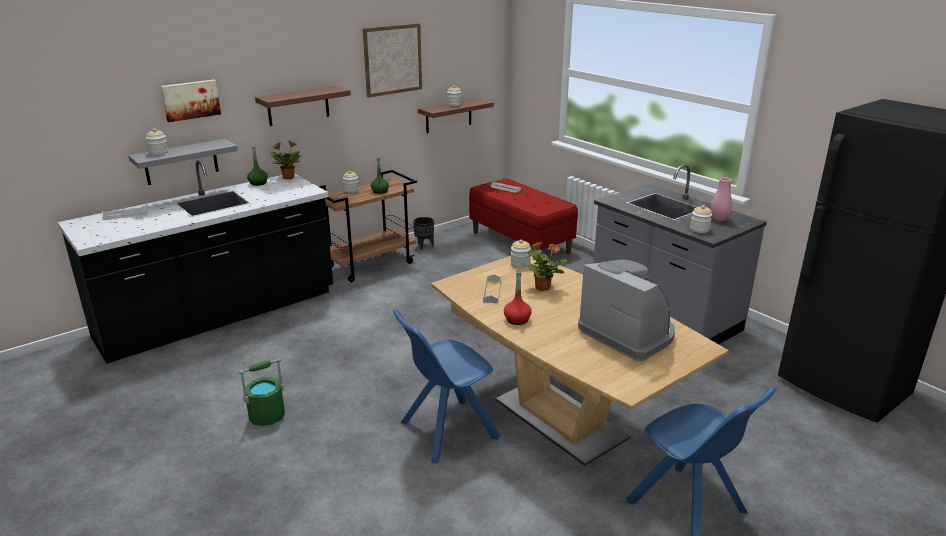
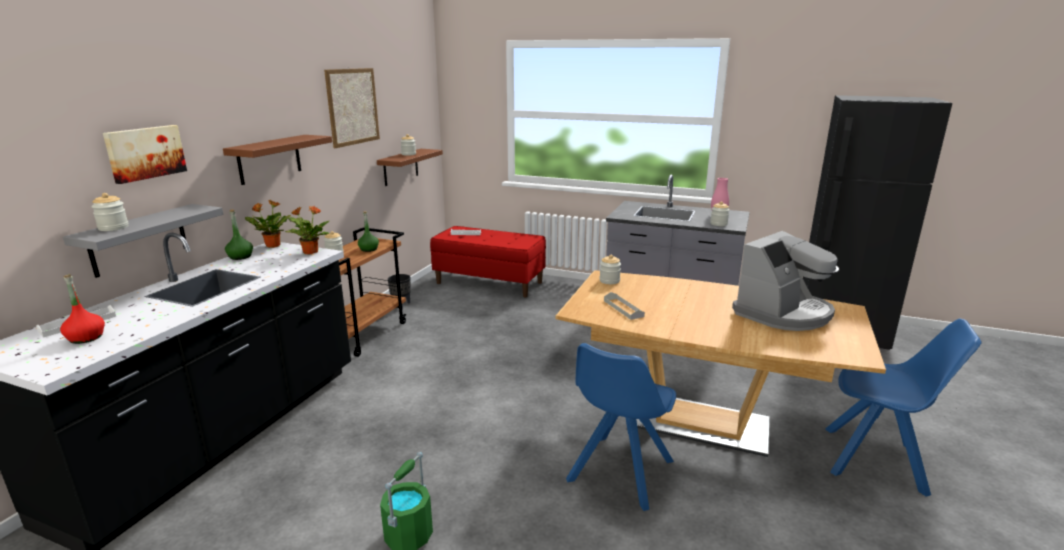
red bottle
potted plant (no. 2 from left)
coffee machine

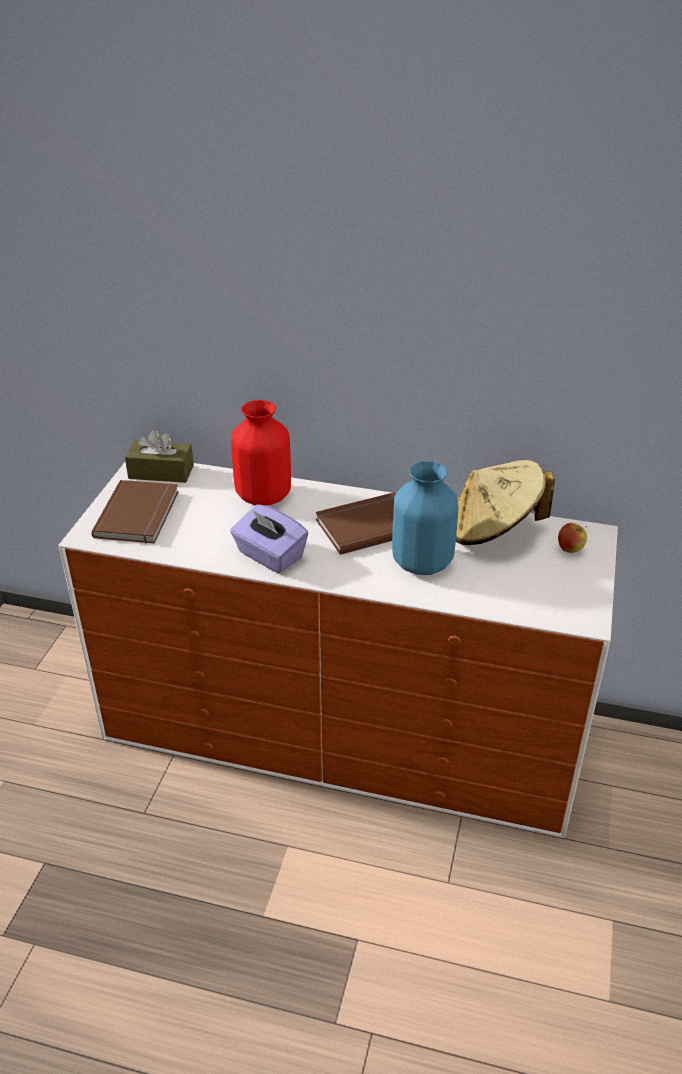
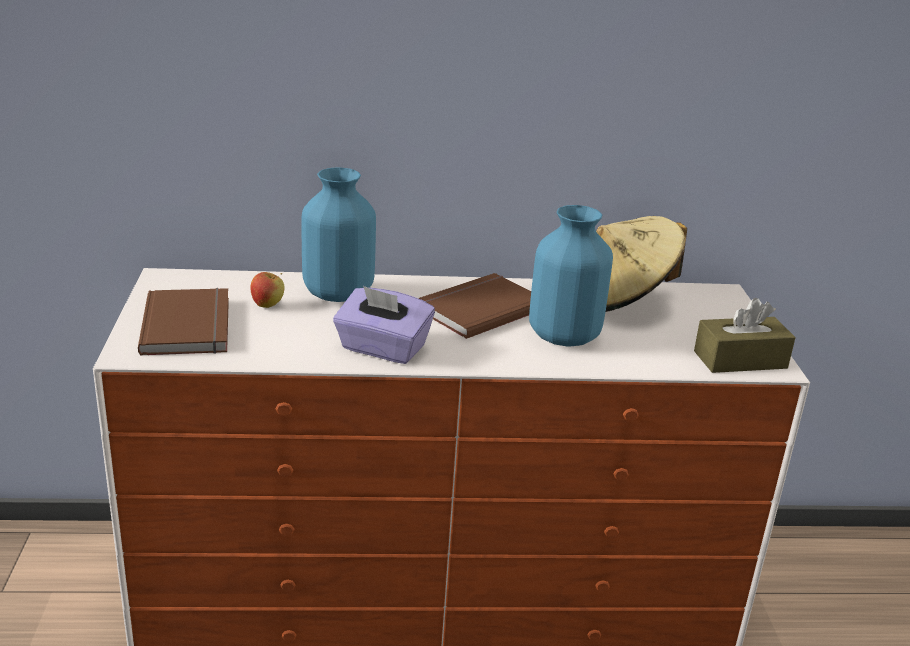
apple
blue vase (no. 1 from left)
brown tissue box

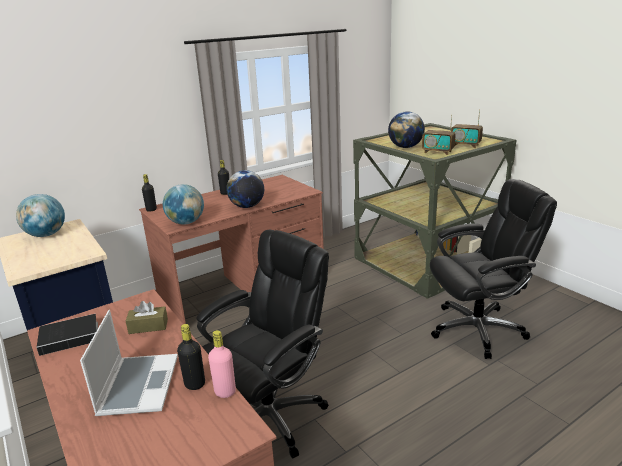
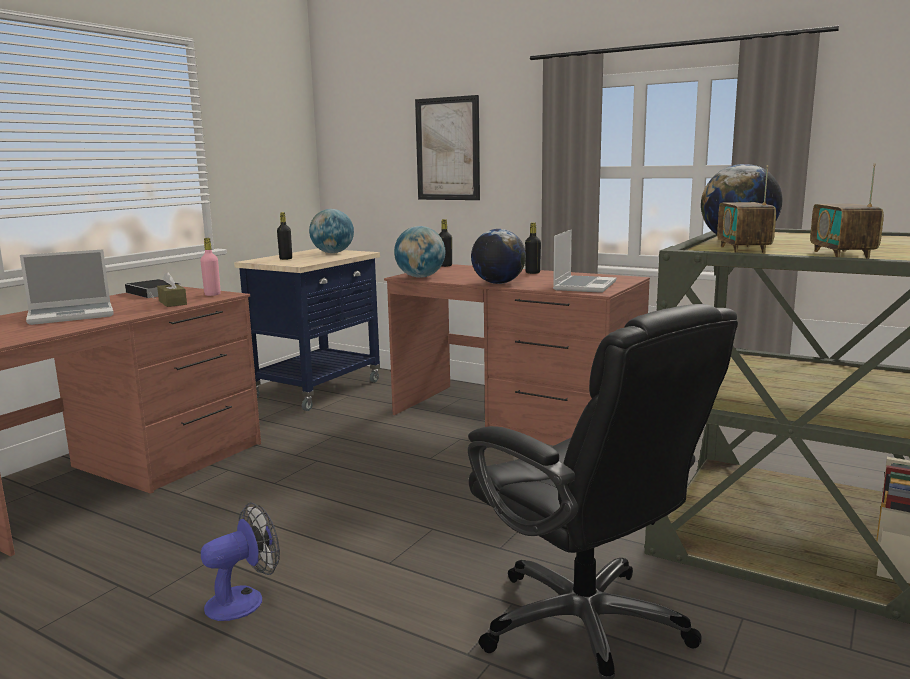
pink bottle
fan
black bottle (no. 1 from left)
picture
laptop (no. 2 from left)
black office chair (no. 1 from left in the first image)

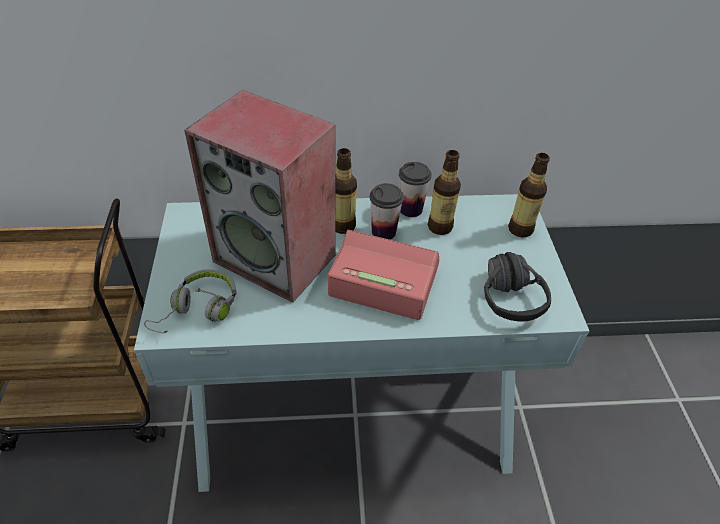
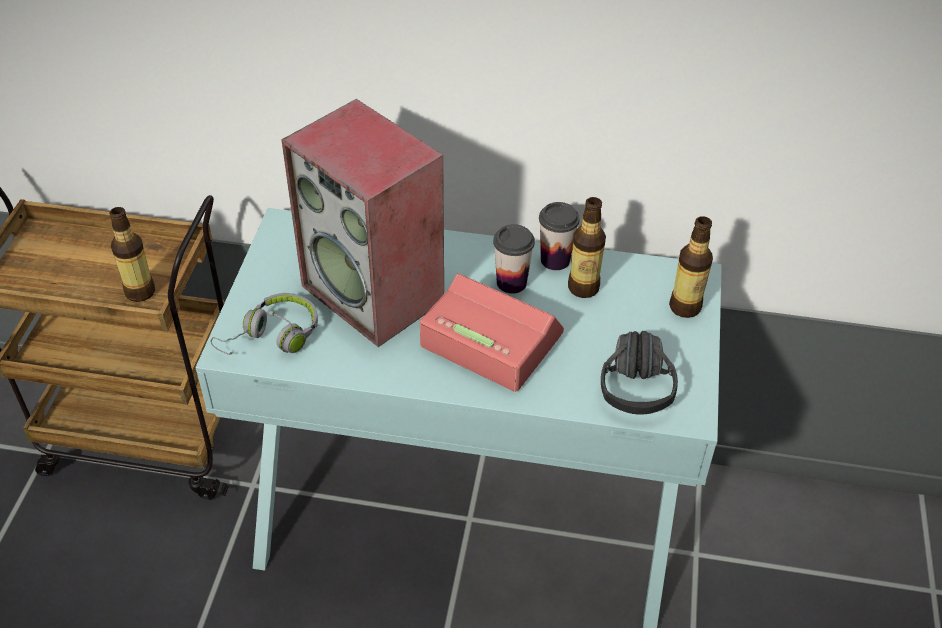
bottle (no. 1 from left)

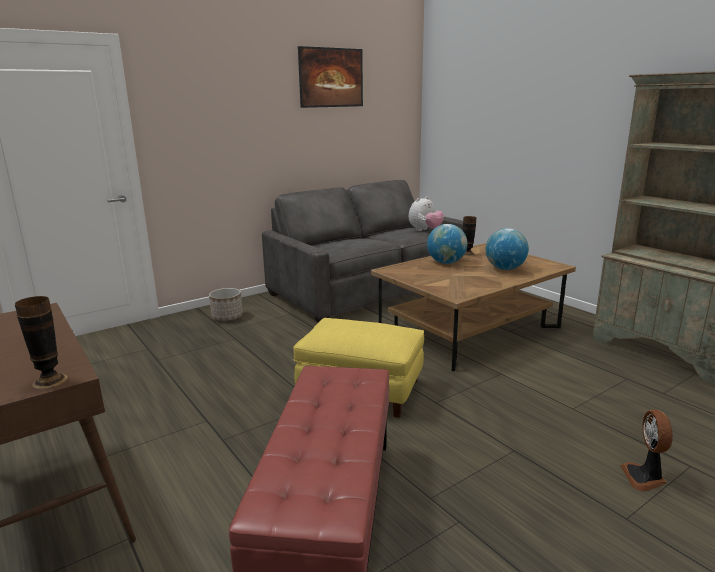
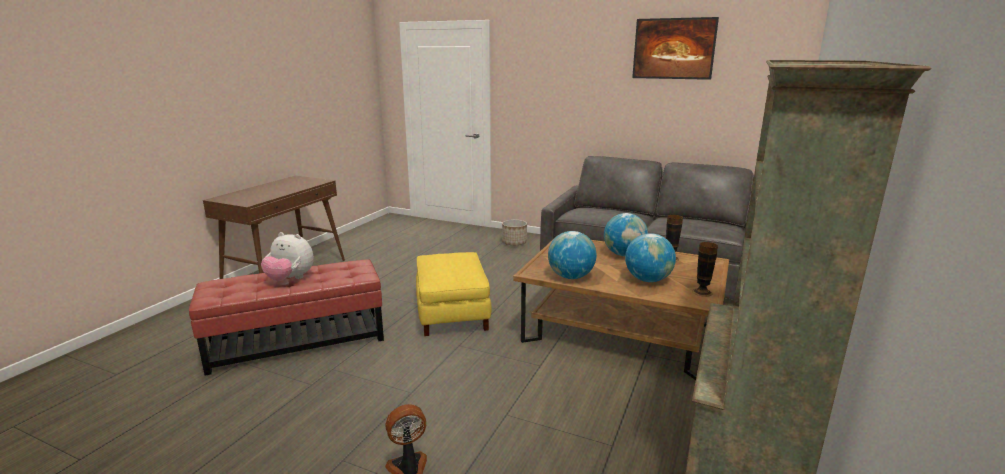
plush toy
globe (no. 1 from left)
vase (no. 2 from left)

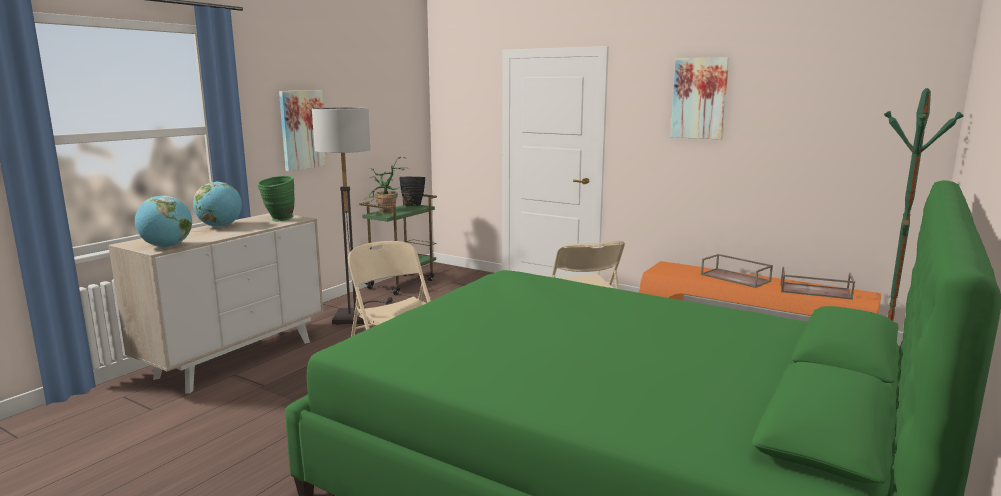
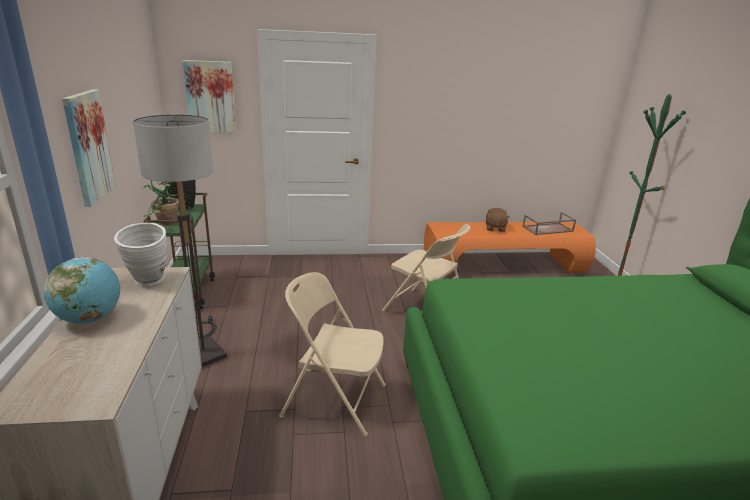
white vase
picture (no. 2 from left)
brown plush toy
globe (no. 1 from left in the first image)

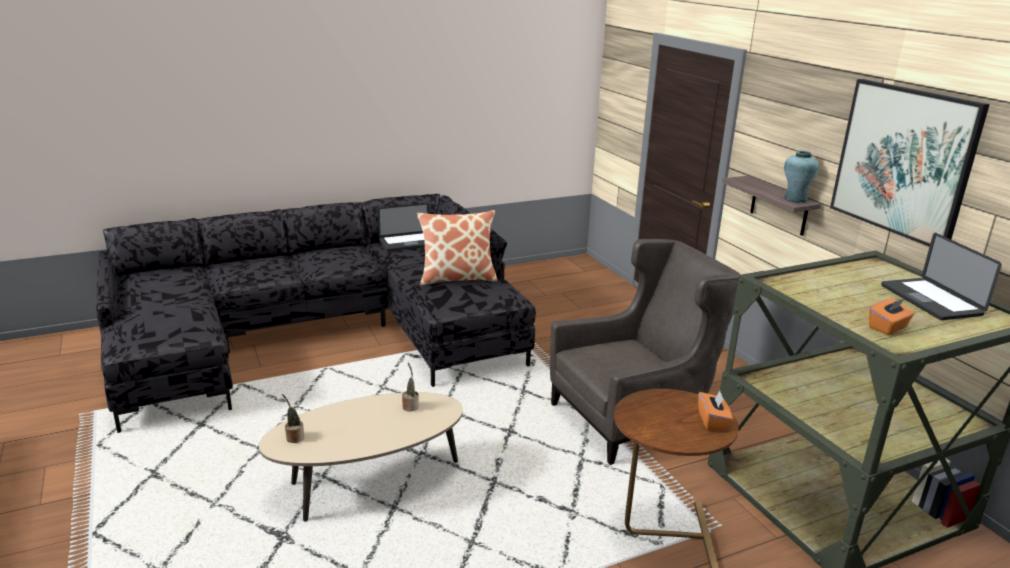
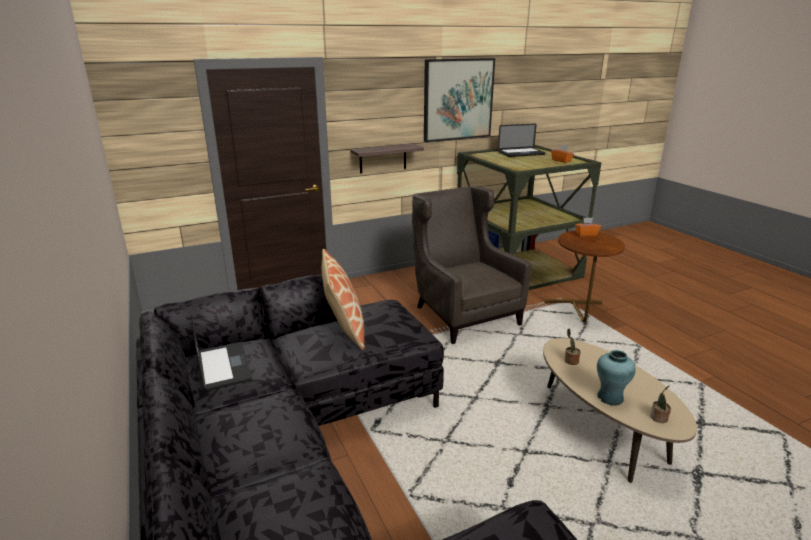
turquoise vase

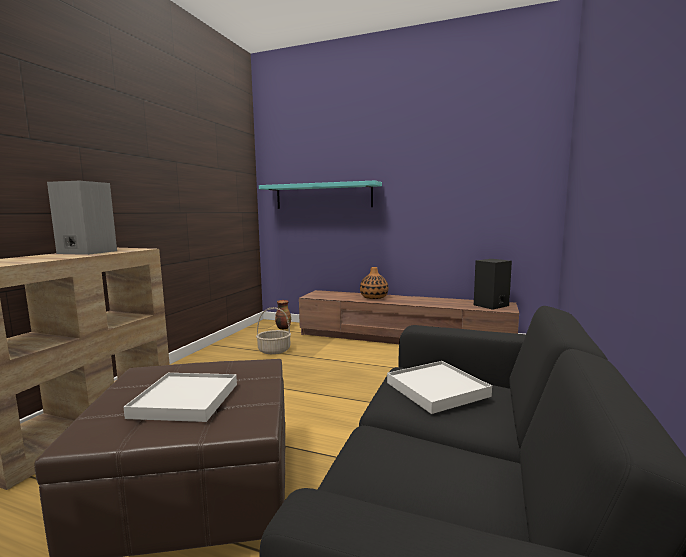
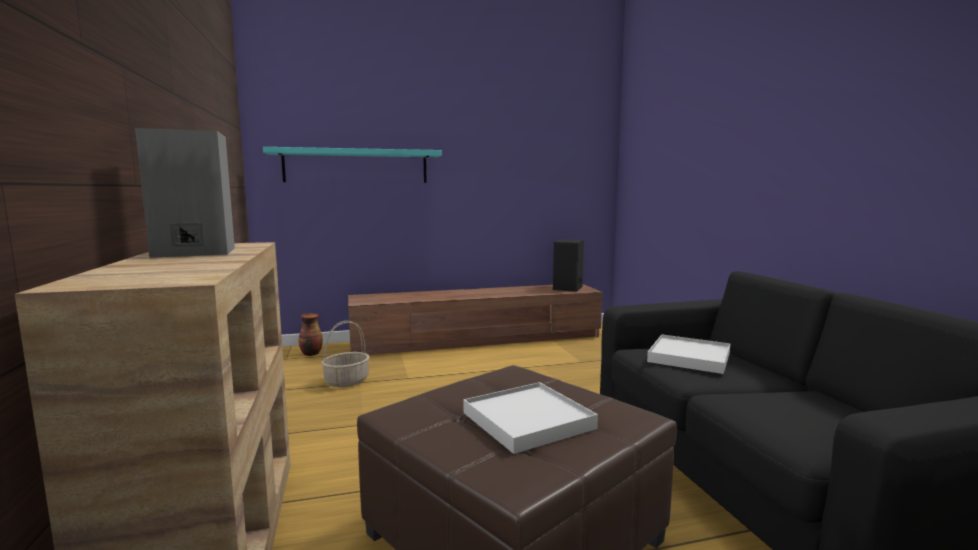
vase (no. 2 from left in the first image)

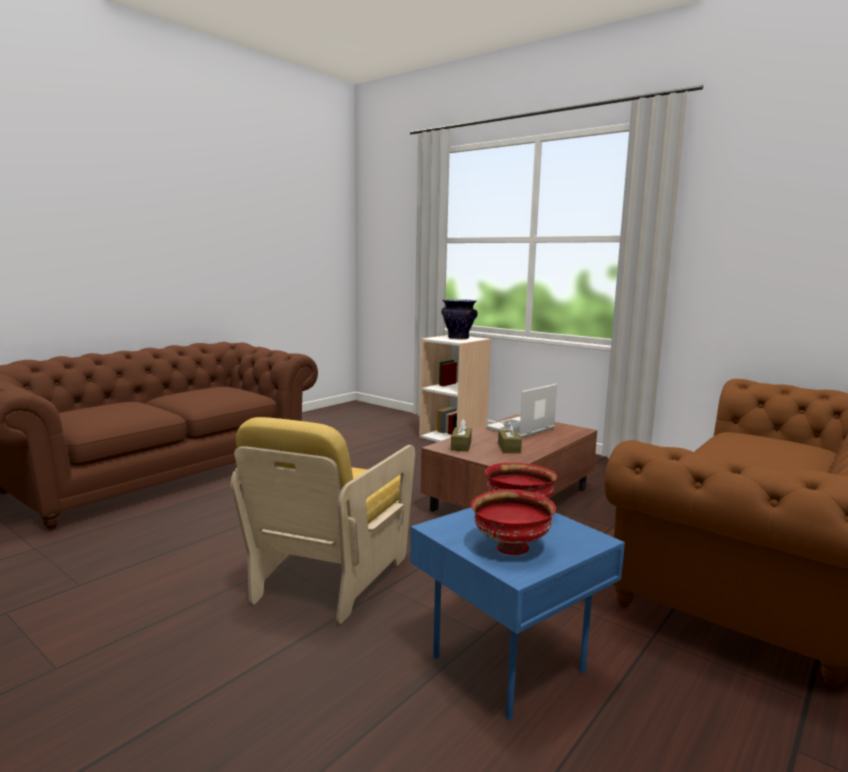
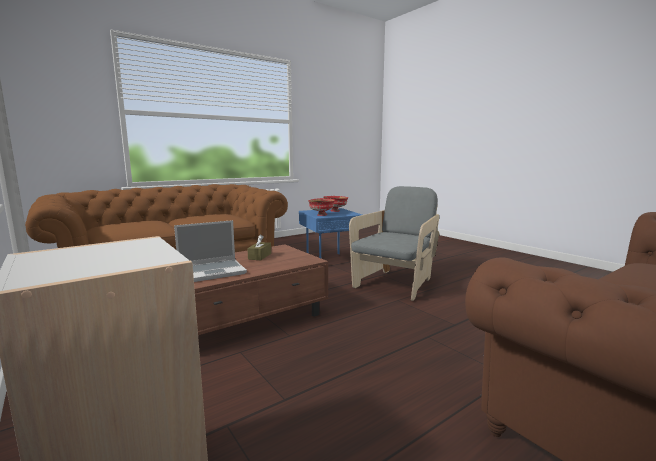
grey armchair
vase
brown tissue box (no. 1 from left in the first image)

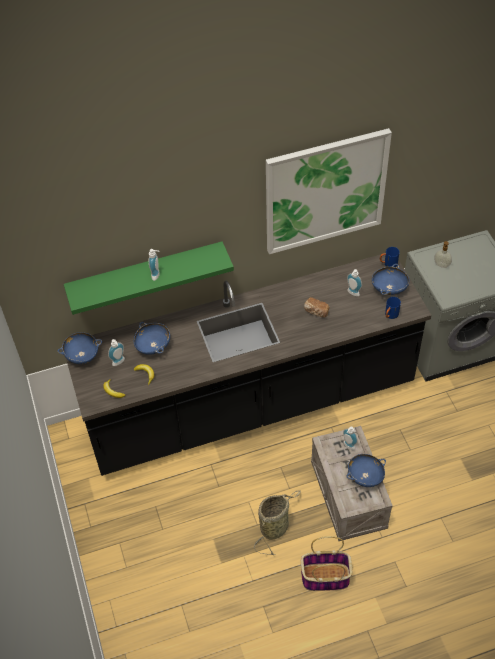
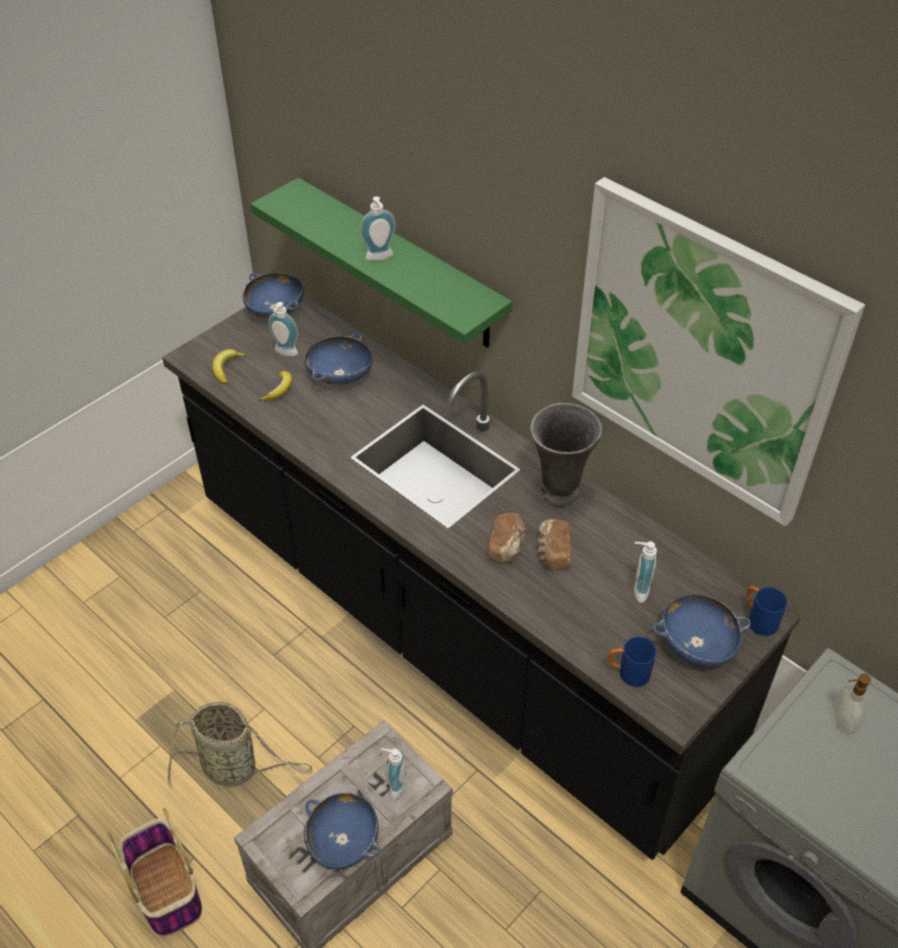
bread (no. 1 from left)
grey vase

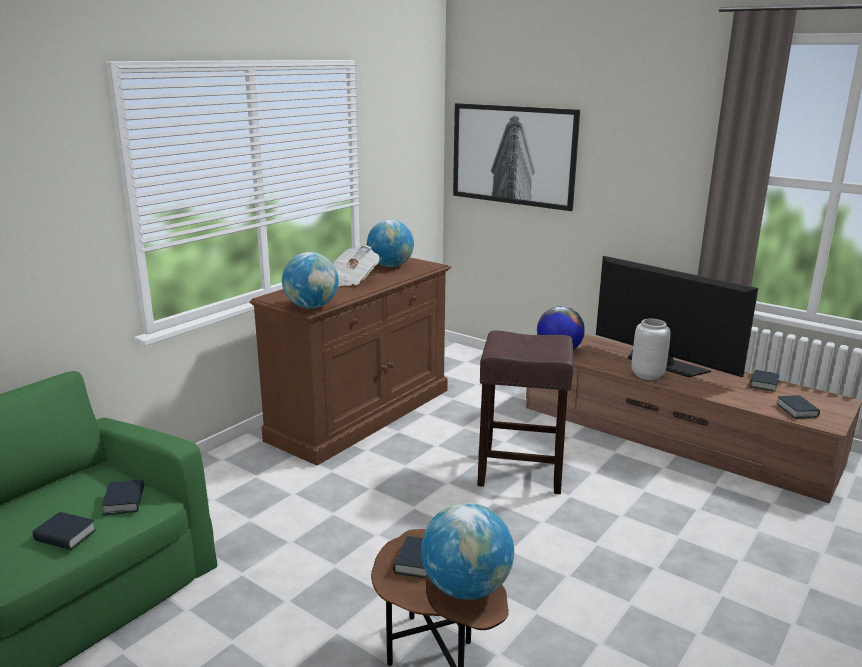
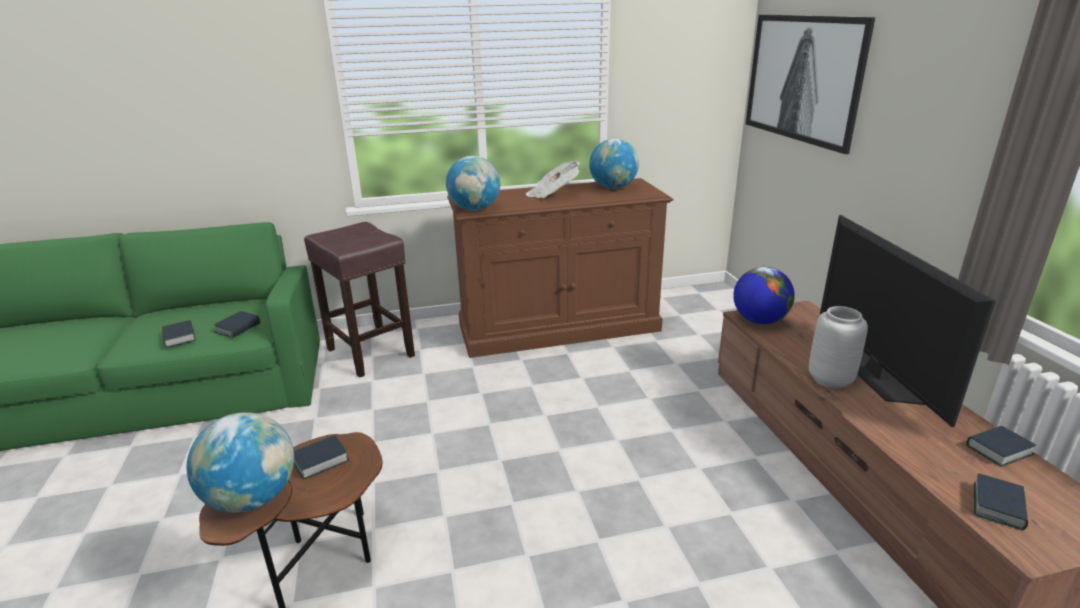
brown stool

